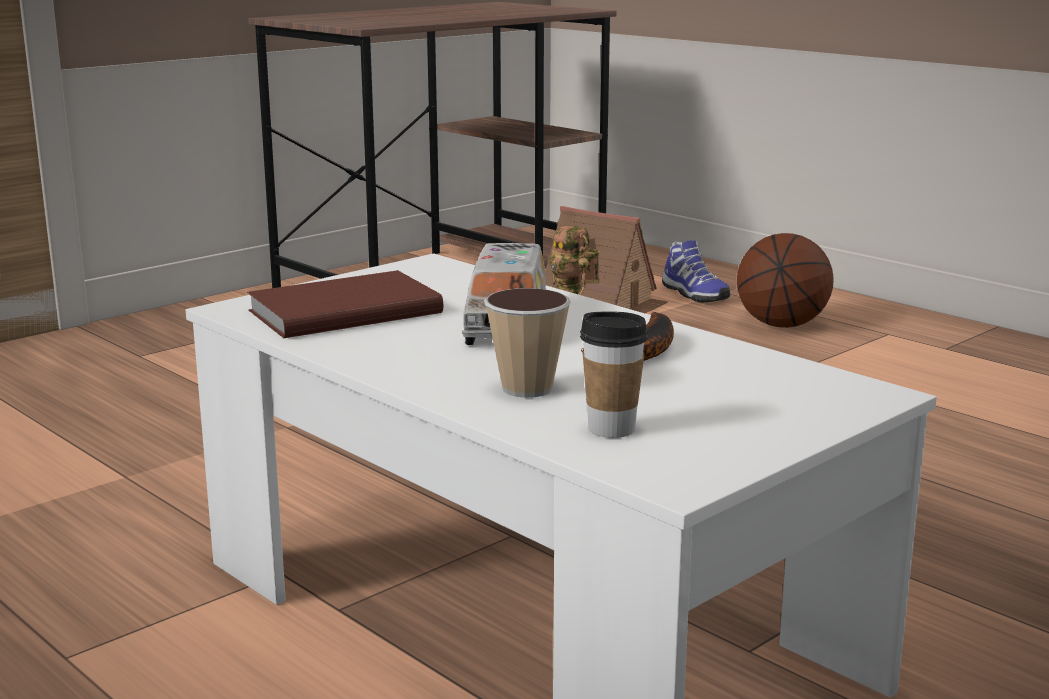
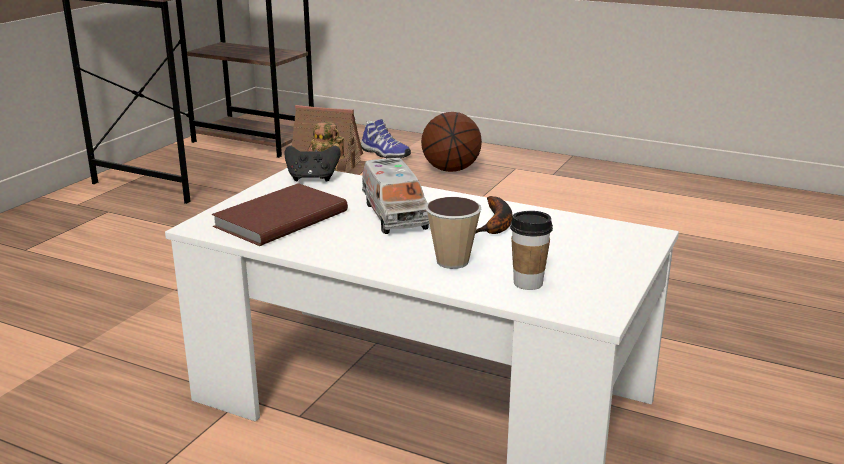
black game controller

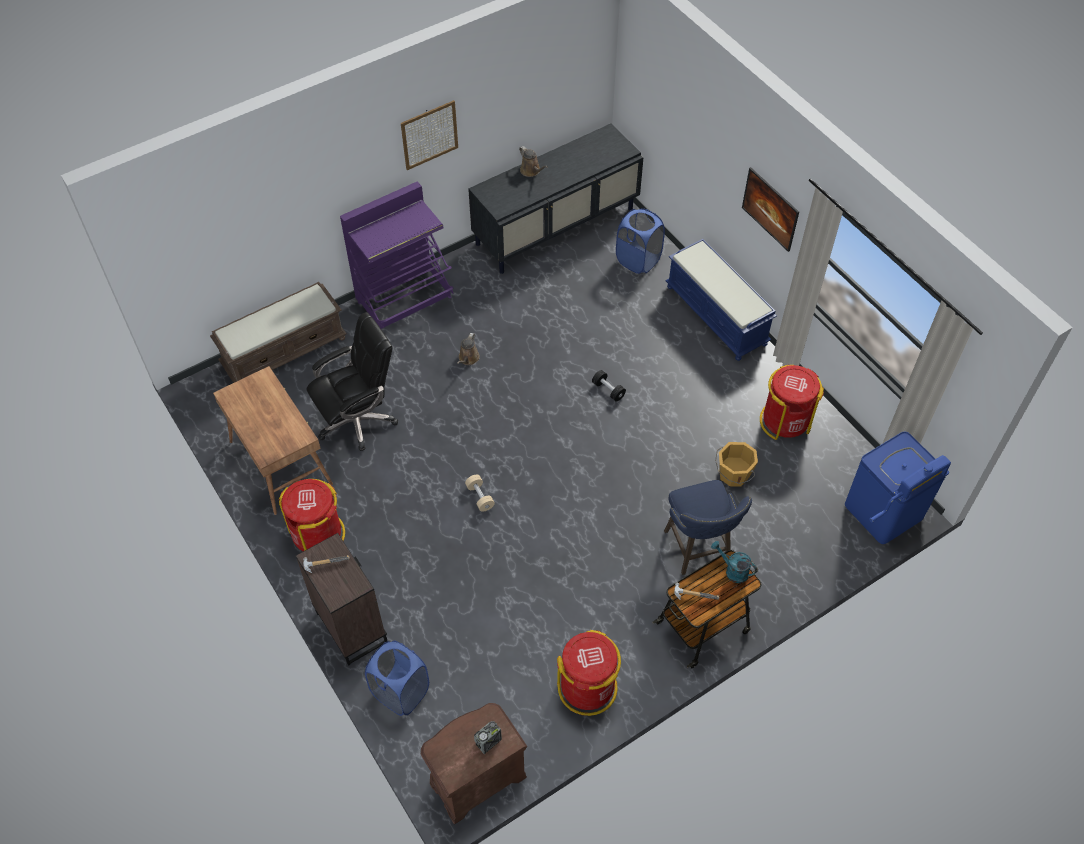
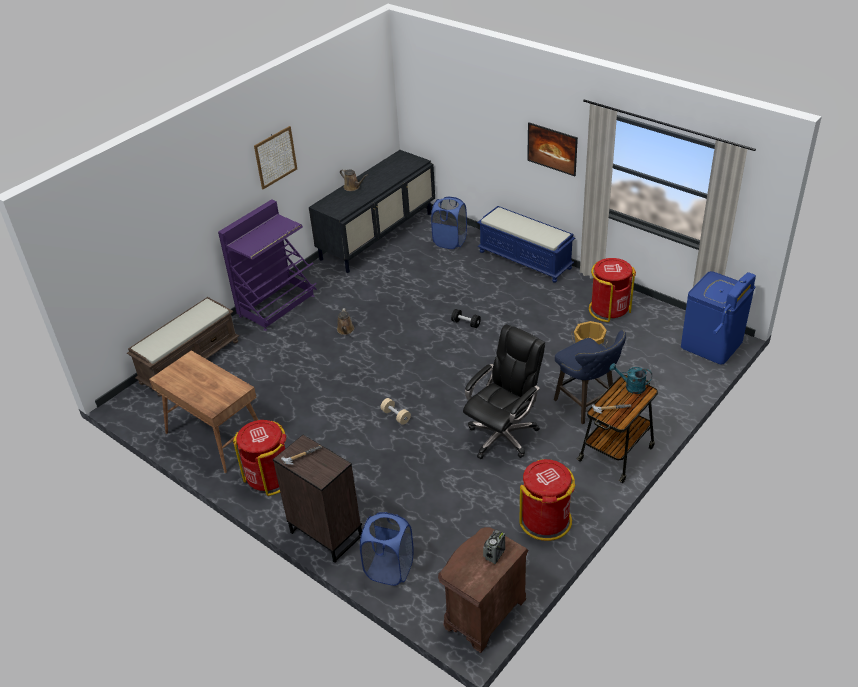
black office chair

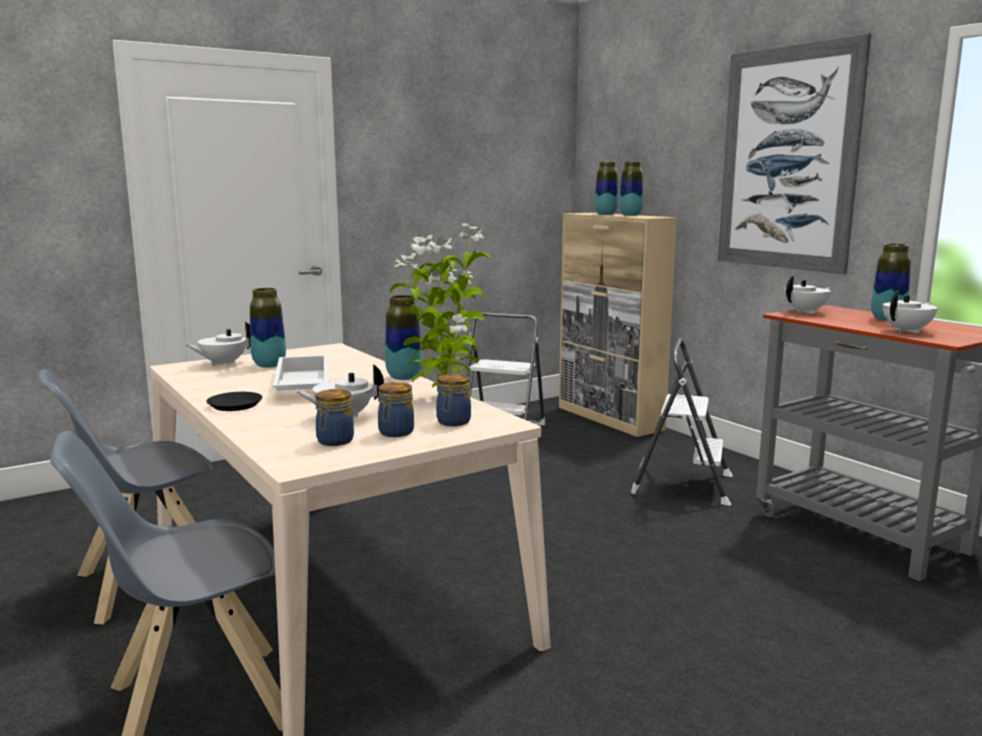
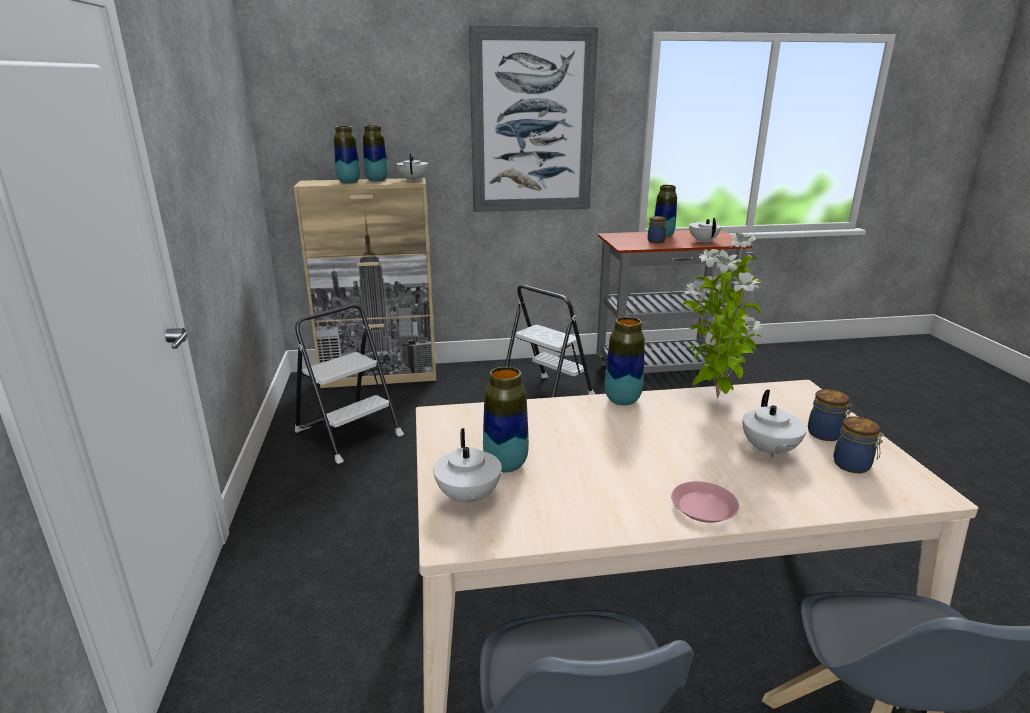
white teapot (no. 1 from left)
jar (no. 1 from left)
pink plate
white tray

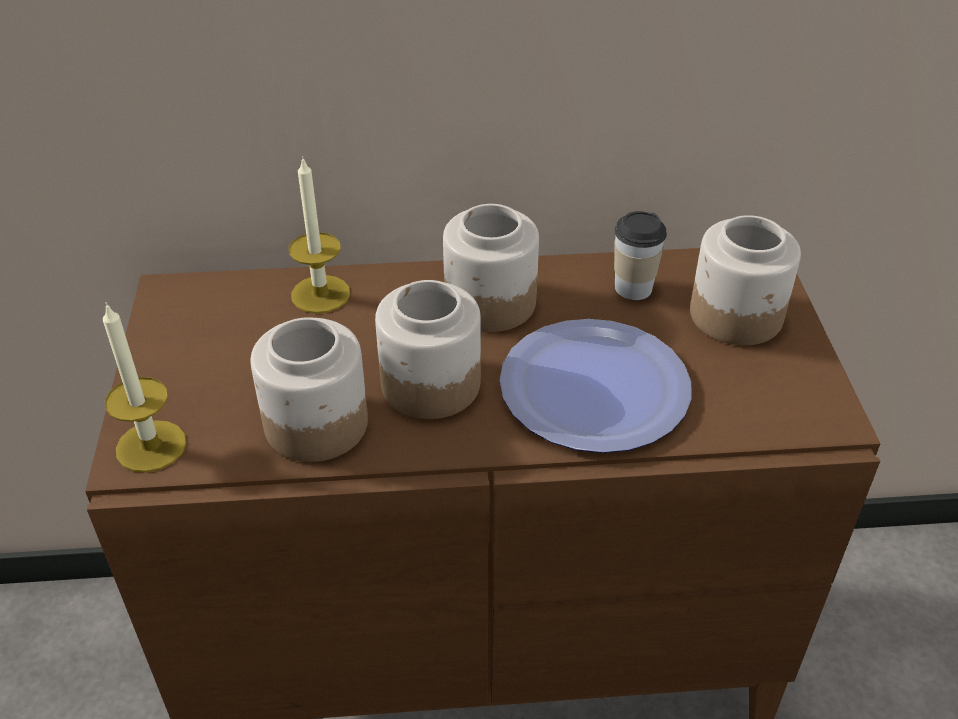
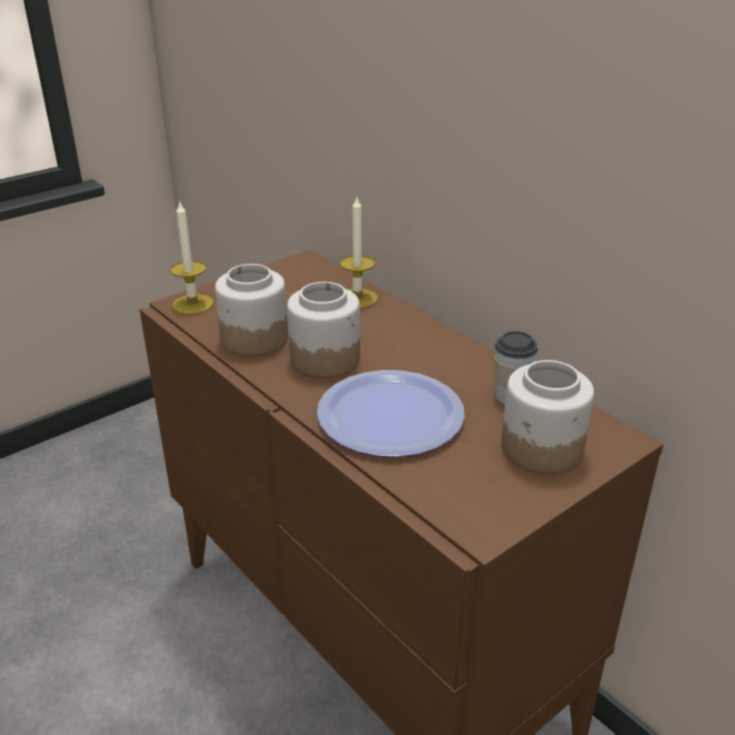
jar (no. 3 from left in the first image)

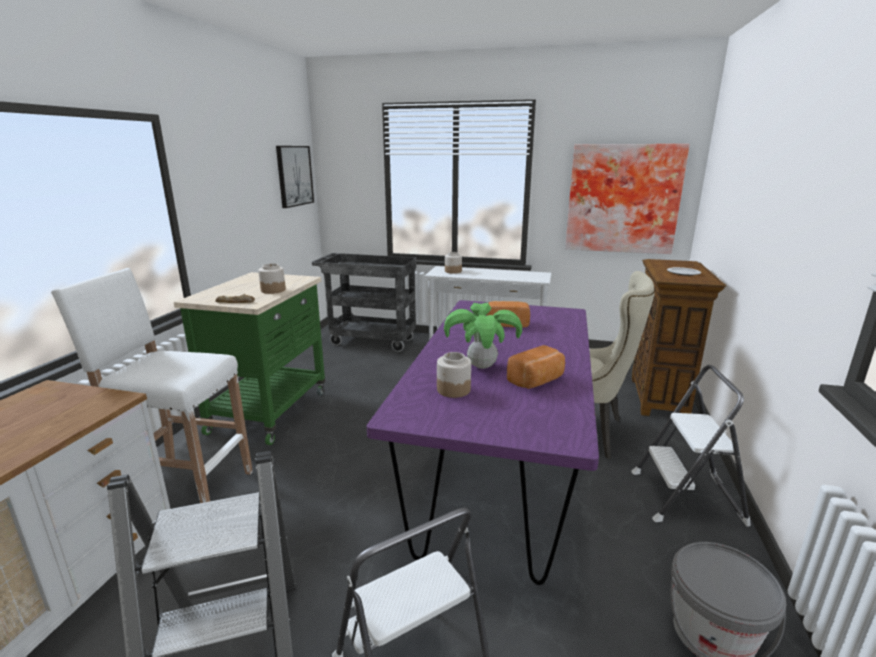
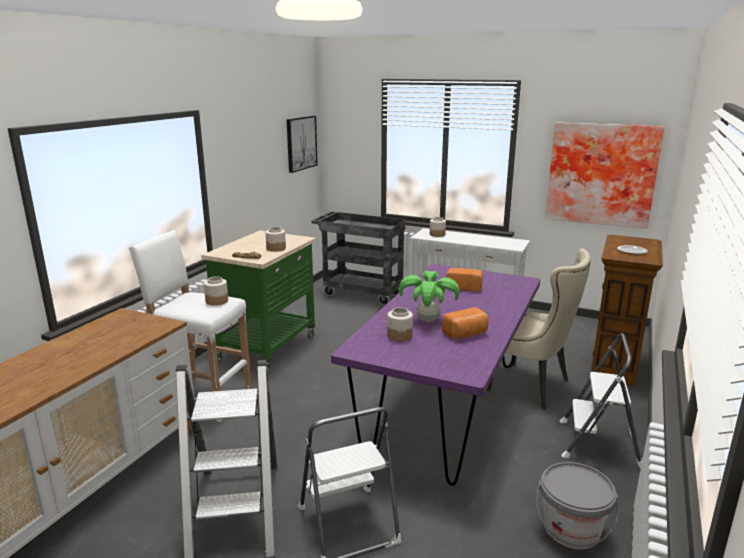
jar (no. 1 from left)

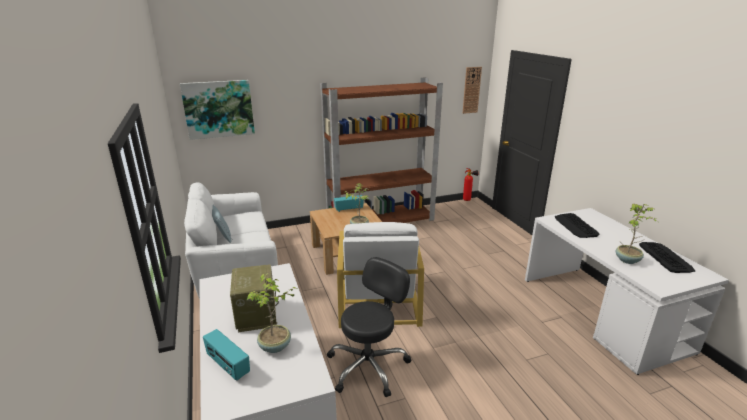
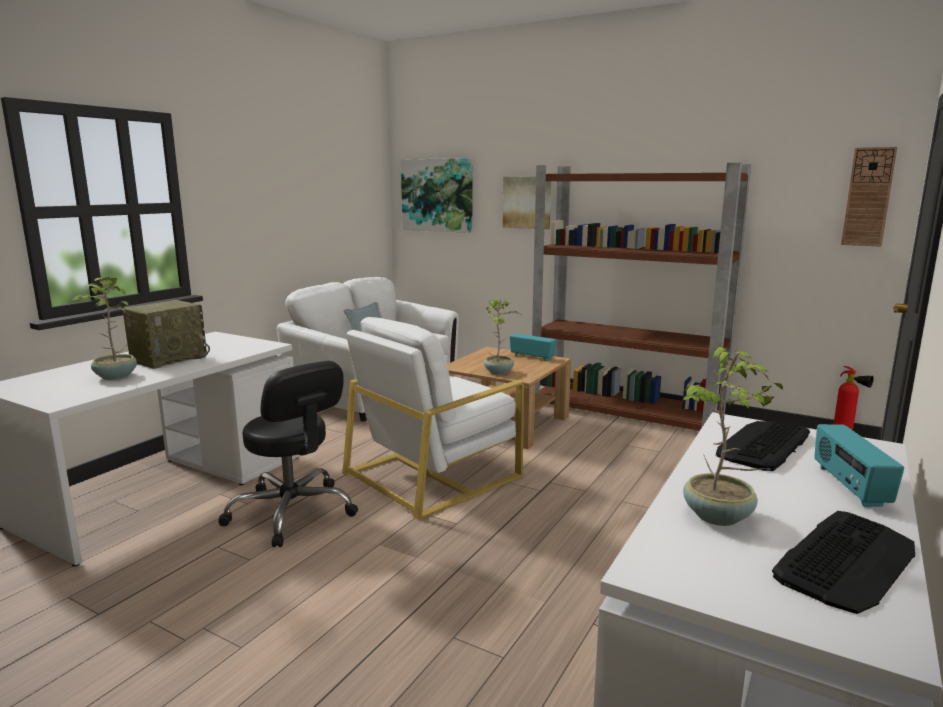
black office chair
picture (no. 2 from left)
radio (no. 3 from left)

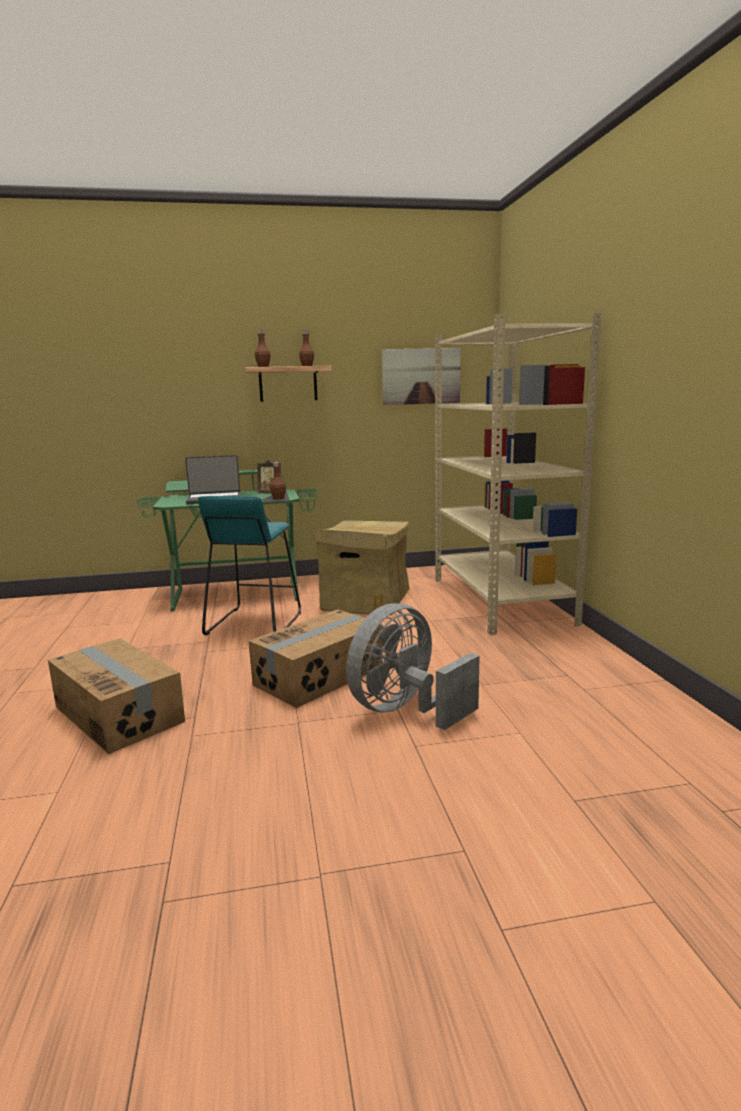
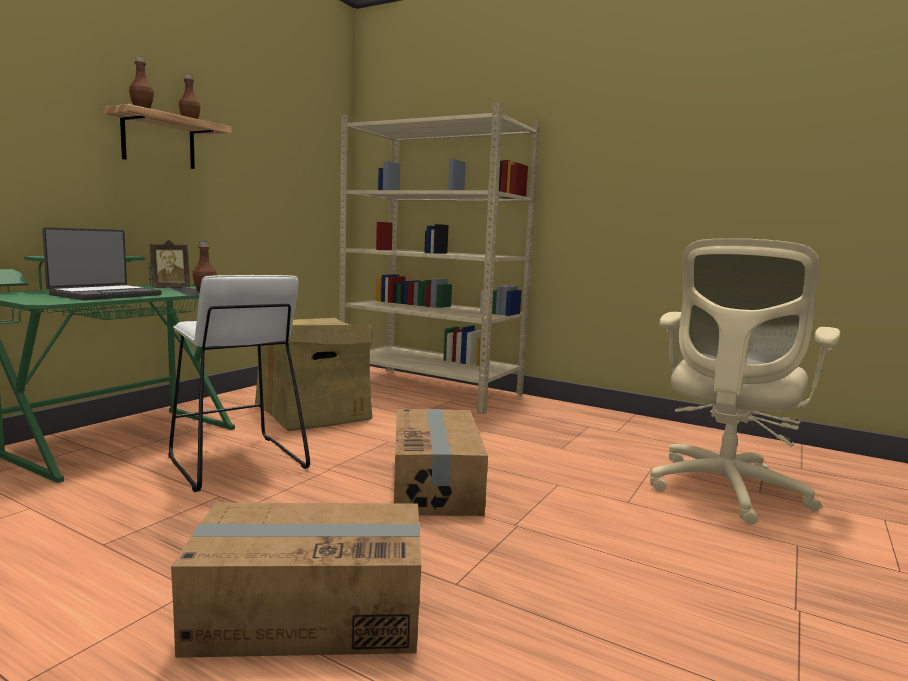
white stool
beige office chair
grey fan
picture

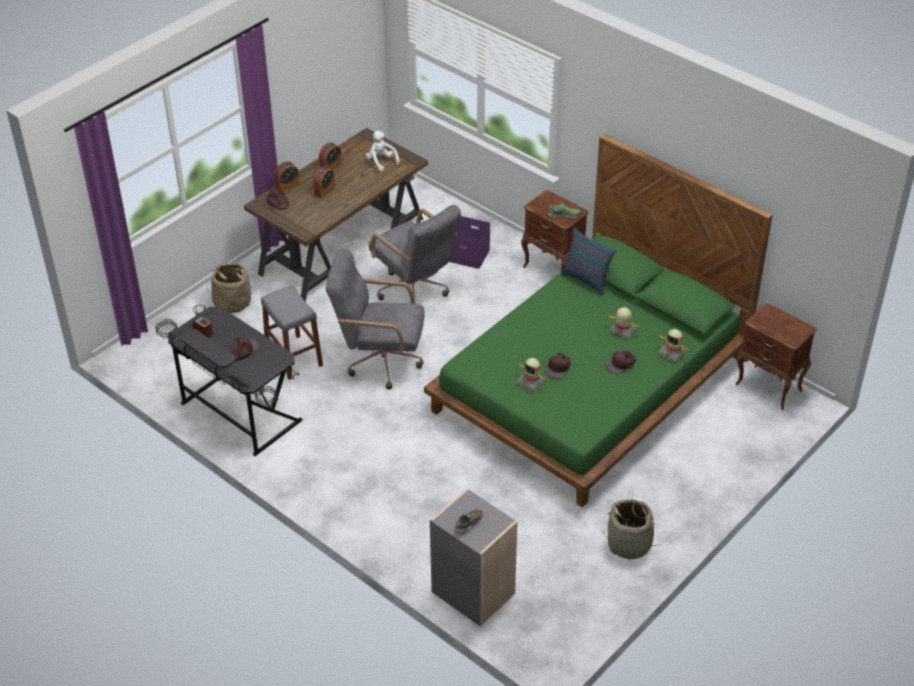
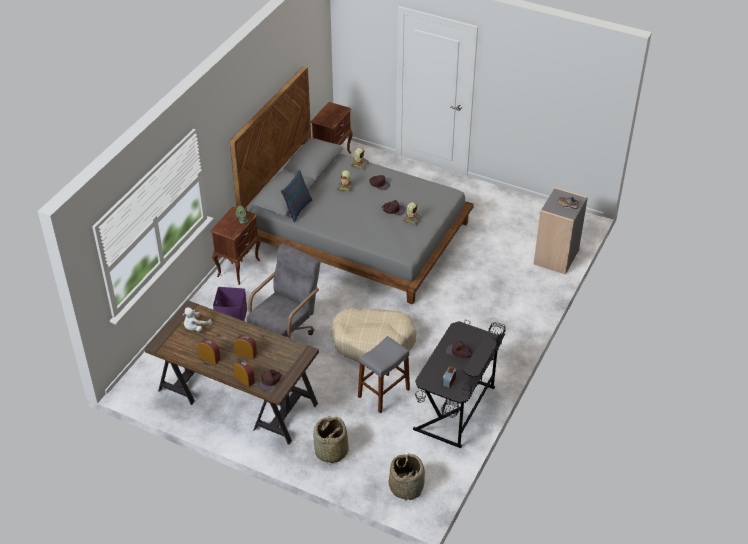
grey bed
beige dog bed
basket (no. 2 from left)

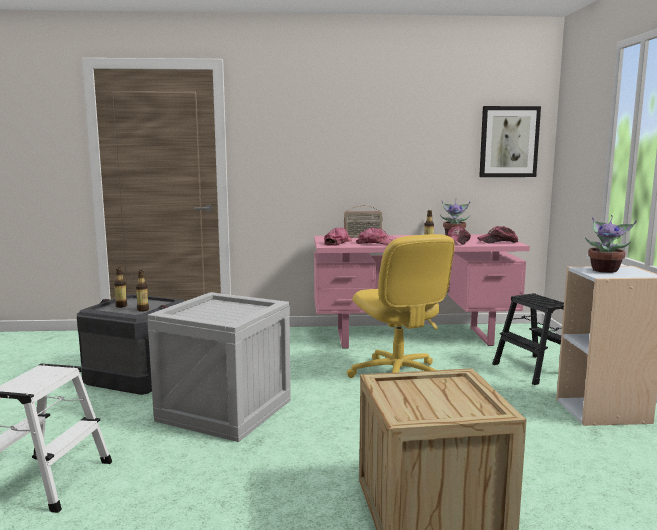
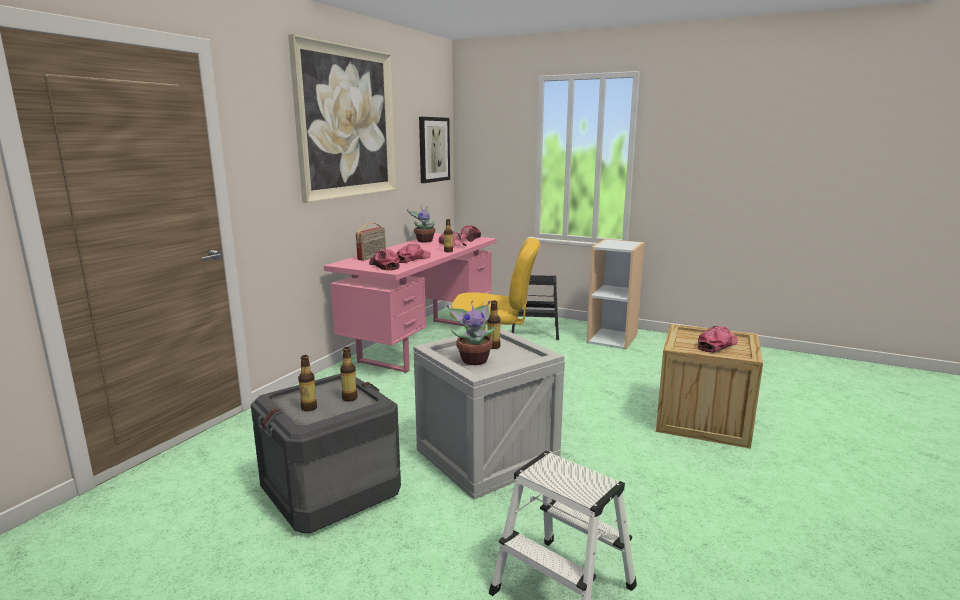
picture (no. 1 from left)
potted plant (no. 2 from left)
bottle (no. 4 from left)
cap (no. 5 from left)

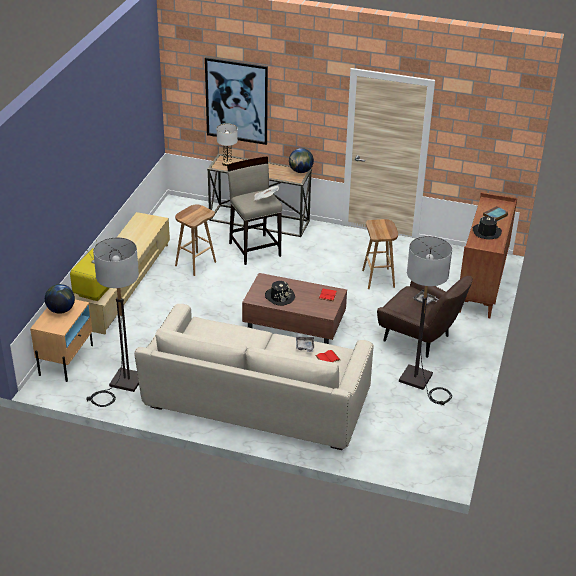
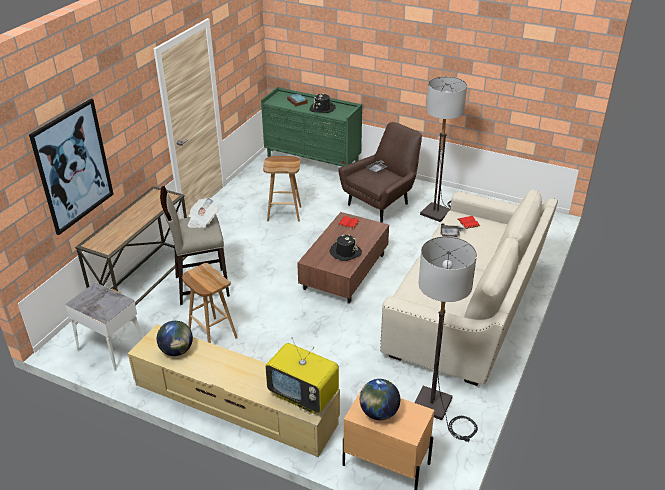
side table
globe (no. 1 from left)
green cabinet
table lamp

